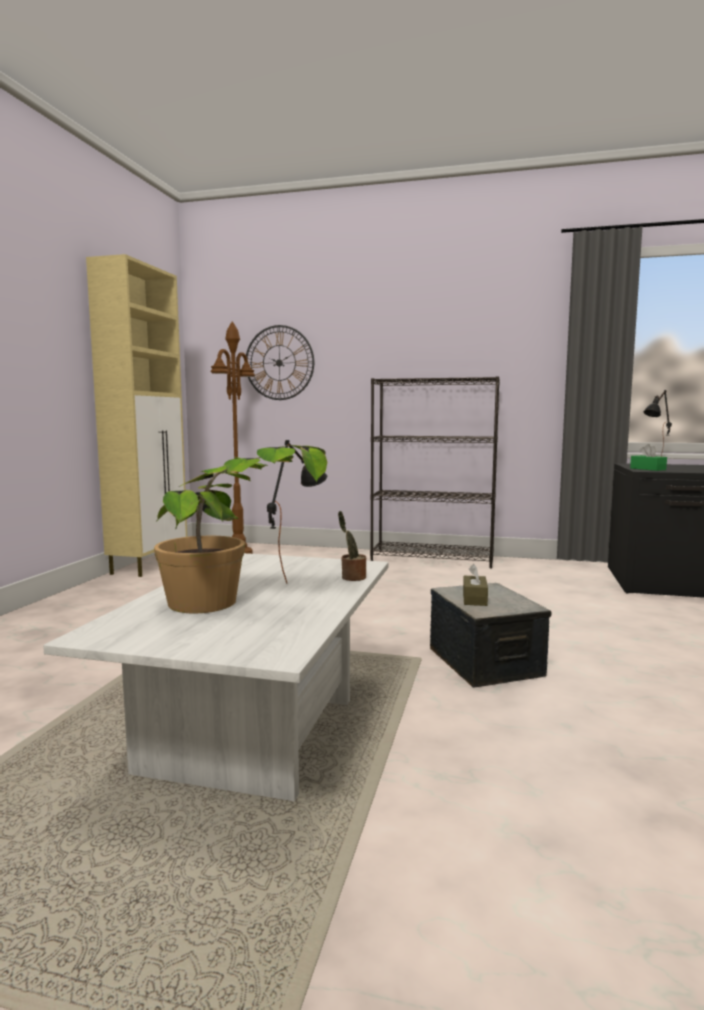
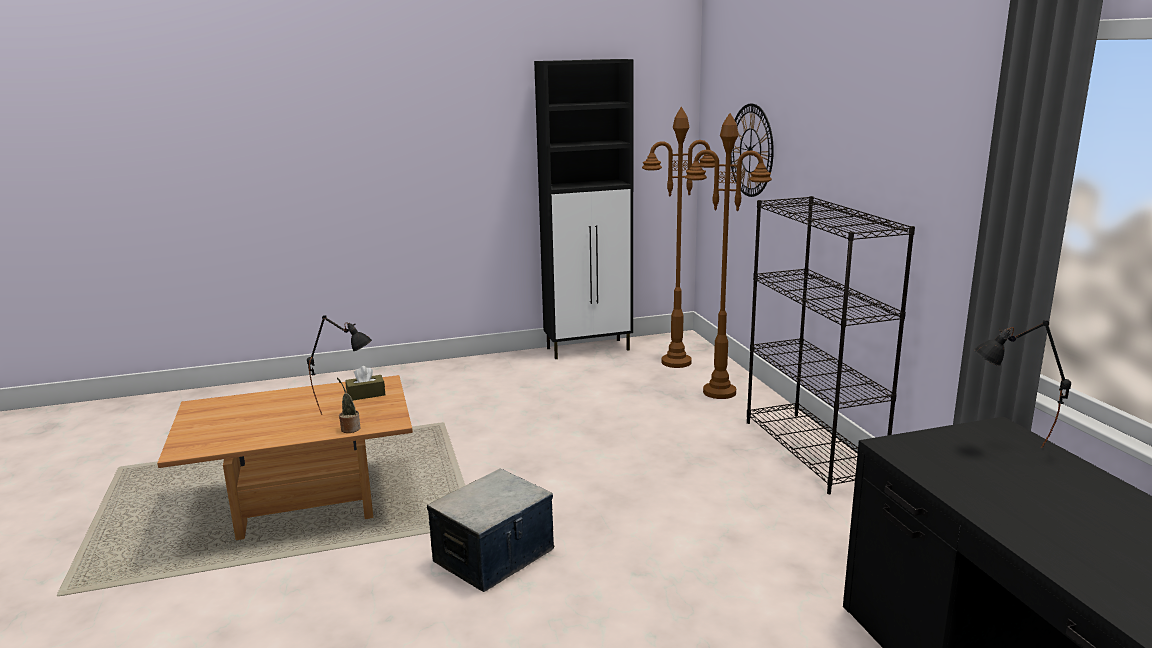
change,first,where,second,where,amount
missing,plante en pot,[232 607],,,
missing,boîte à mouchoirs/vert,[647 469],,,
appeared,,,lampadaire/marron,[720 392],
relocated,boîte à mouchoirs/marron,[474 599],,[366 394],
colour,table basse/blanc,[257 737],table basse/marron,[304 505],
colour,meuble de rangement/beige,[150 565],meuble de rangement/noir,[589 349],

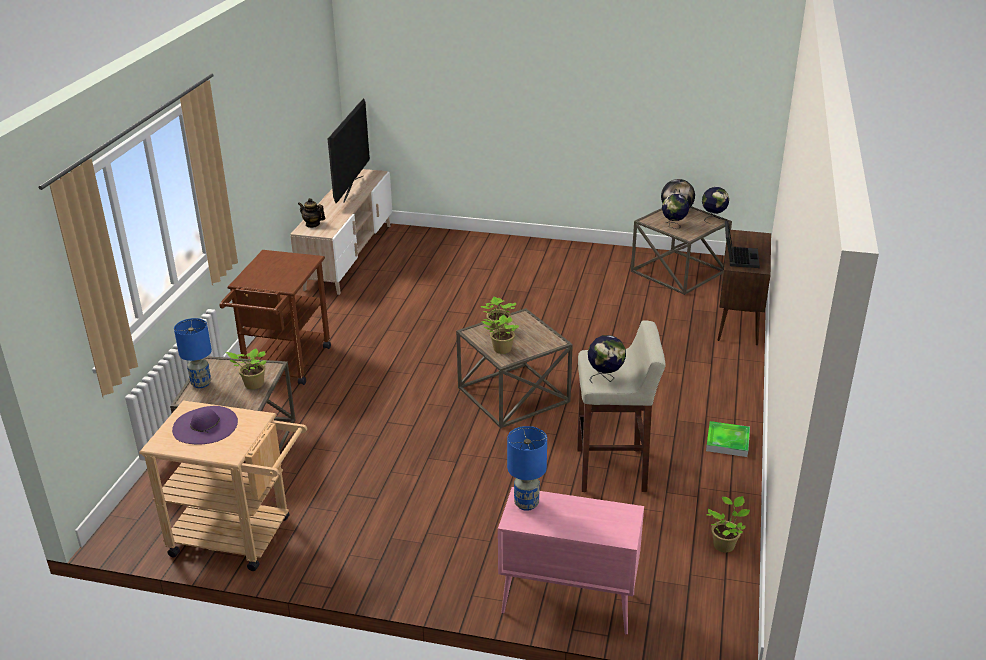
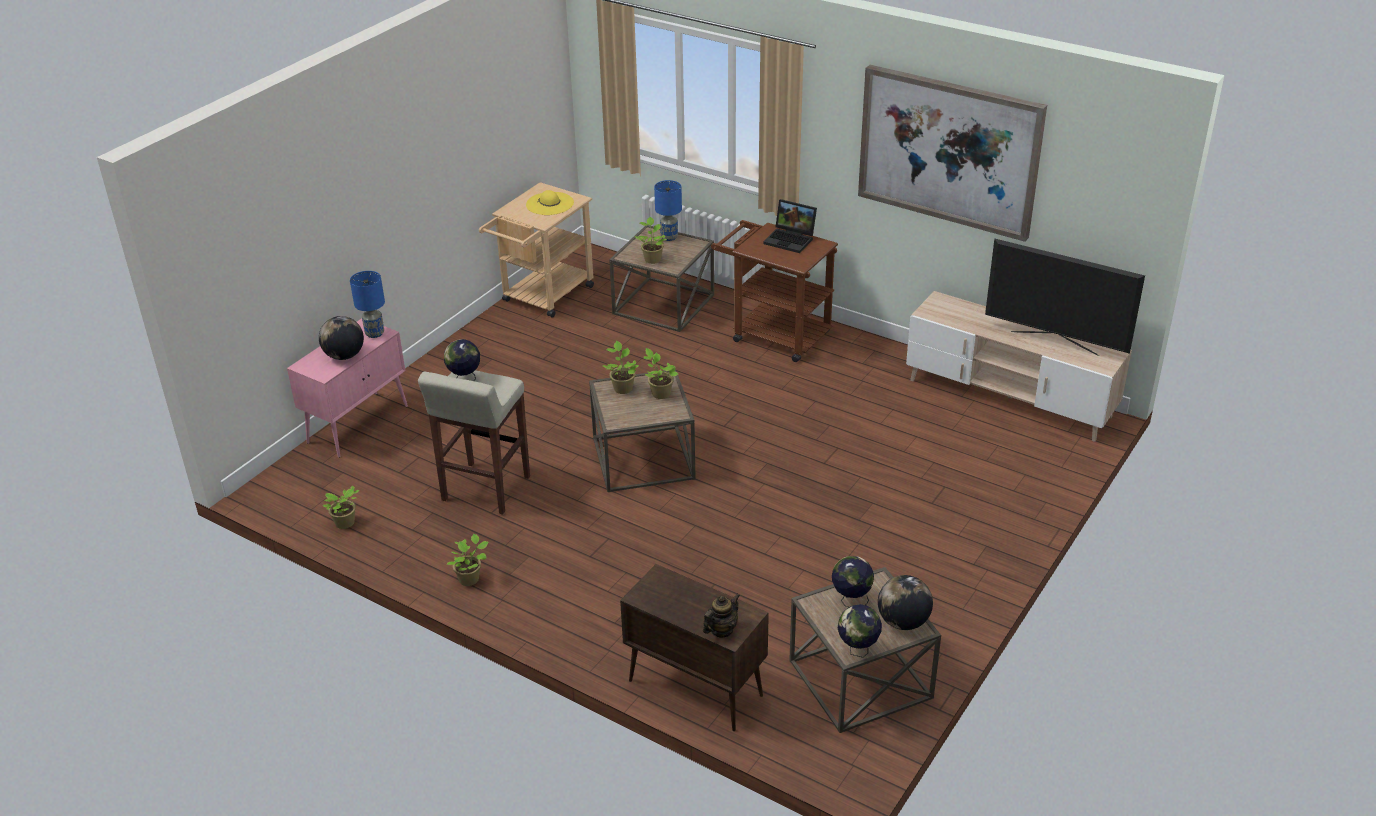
change,first,where,second,where,amount
appeared,,,globe,[344 356],
appeared,,,tableau,[949 151],
relocated,théière,[312 224],,[721 630],
relocated,ordinateur portable,[738 257],,[791 240],
exchanged,plateau,[727 442],plante en pot,[470 579],
colour,chapeau/violet,[205 425],chapeau/jaune,[550 203],

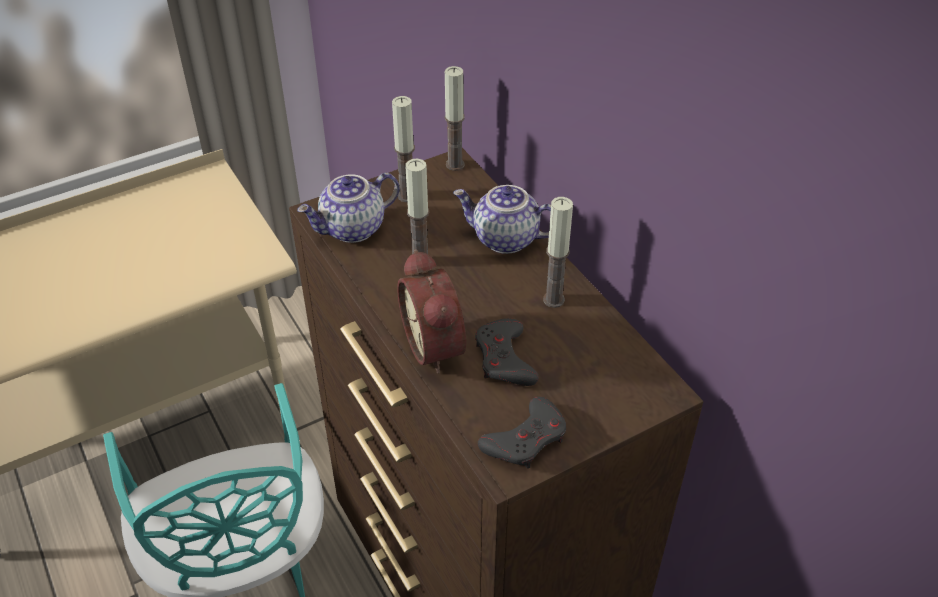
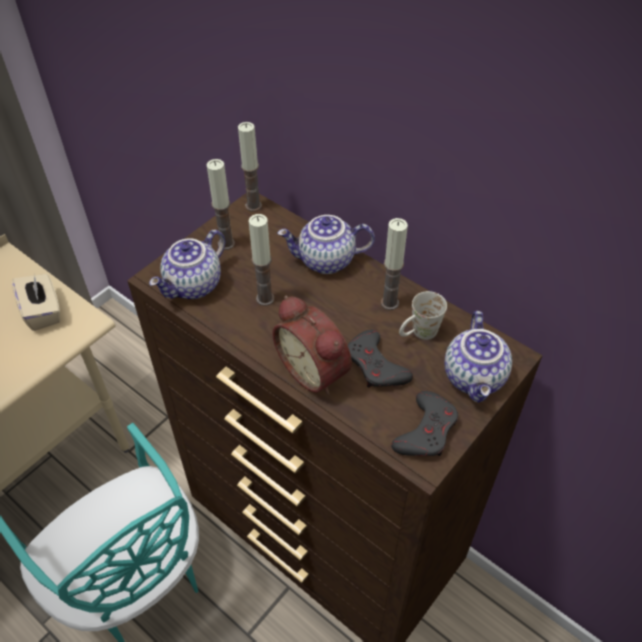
change,first,where,second,where,amount
appeared,,,boîte à mouchoirs/beige,[43 312],
appeared,,,mug/blanc,[418 334],
appeared,,,théière,[475 378],

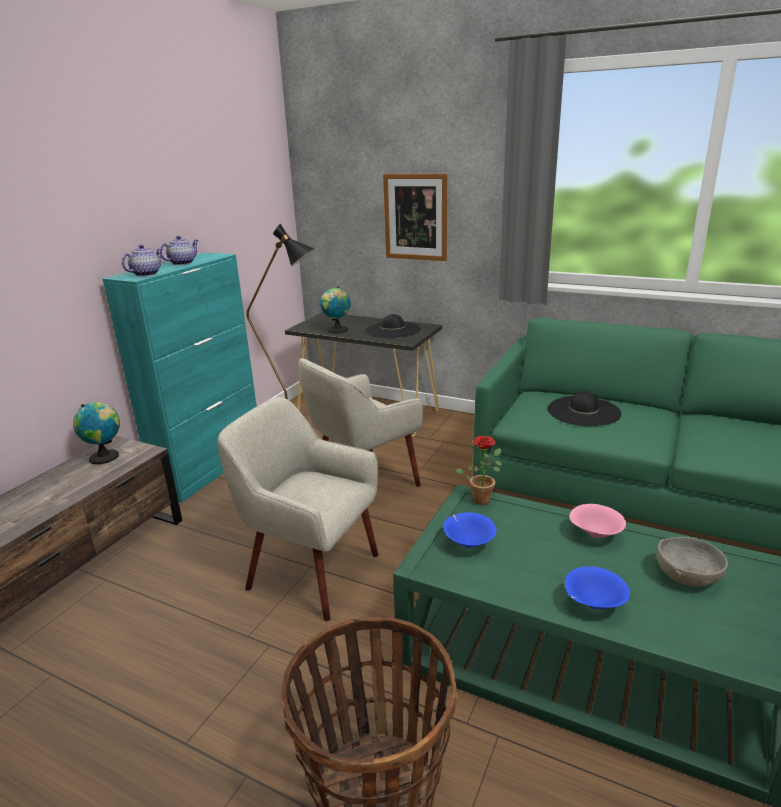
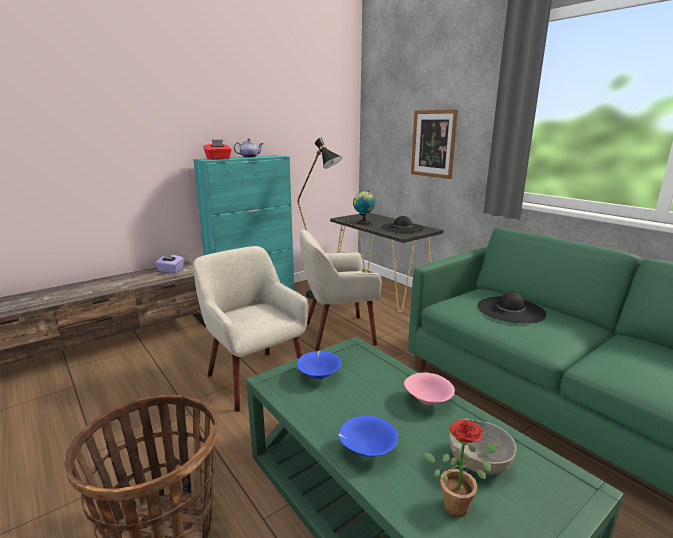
change,first,where,second,where,amount
relocated,plante en pot,[482 498],,[459 503],
exchanged,globe,[106 457],boîte à mouchoirs/violet,[170 270],
exchanged,théière,[146 274],boîte à mouchoirs/rouge,[218 159],

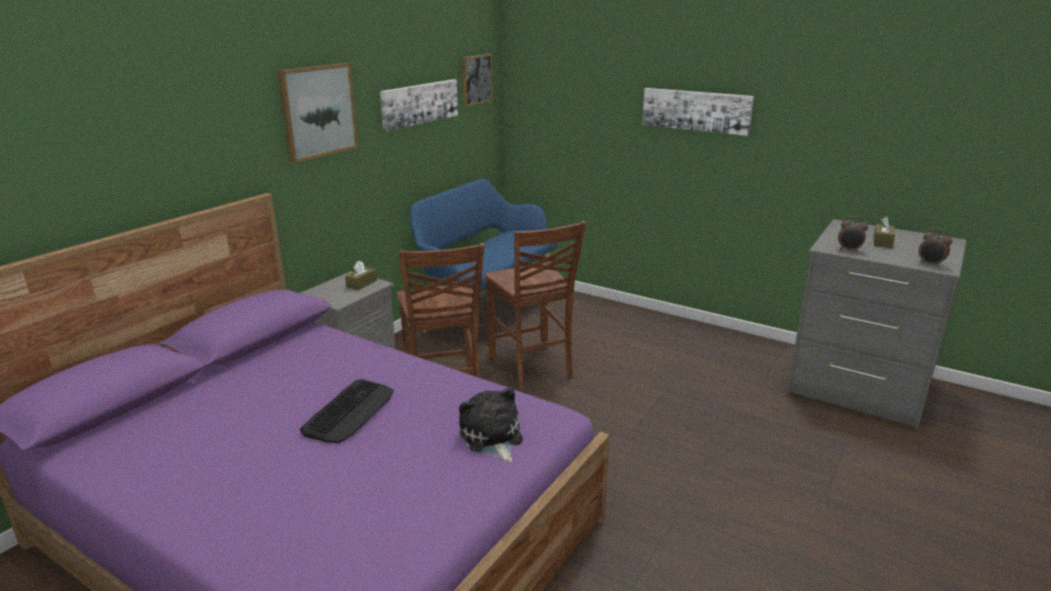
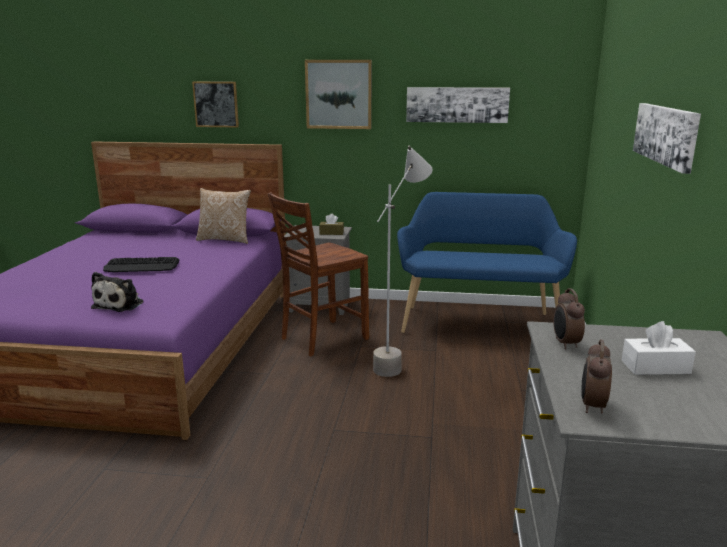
change,first,where,second,where,amount
appeared,,,coussin,[225 239],
relocated,tableau,[476 79],,[216 104],
exchanged,chaise/marron,[531 368],lampadaire/gris,[399 360],
colour,boîte à mouchoirs/marron,[882 242],boîte à mouchoirs/blanc,[655 367],
spun,peluche,[492 438],,[120 304],150 degrees clockwise

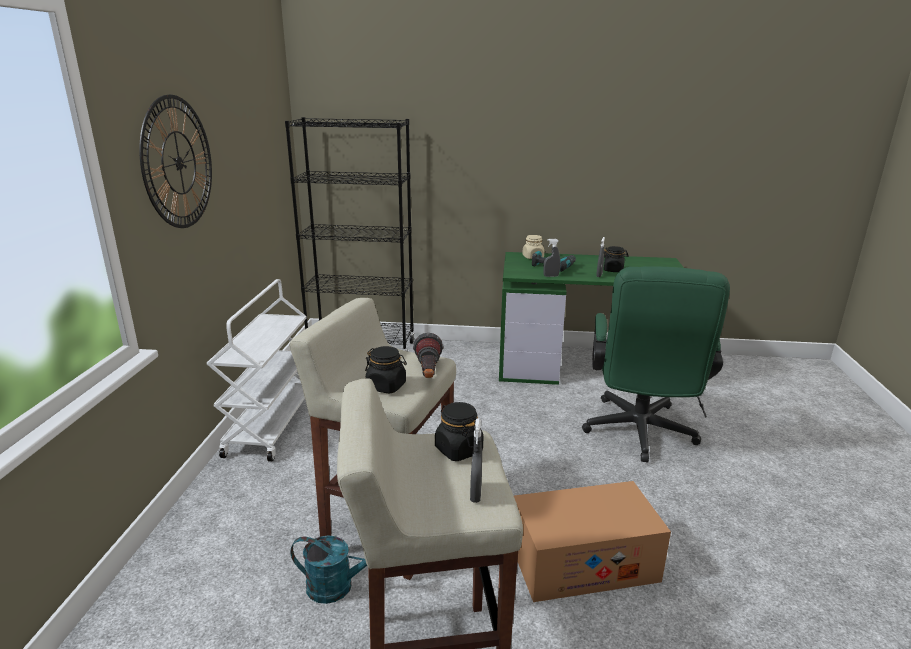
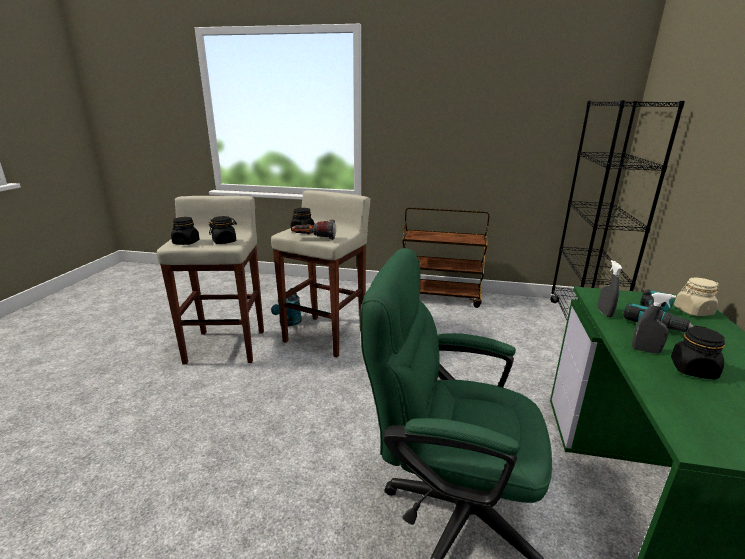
change,first,where,second,where,amount
missing,horloge murale,[178 163],,,
missing,carton,[583 562],,,
exchanged,vaporisateur/gris,[475 494],bocal/noir,[186 242],
colour,chariot/blanc,[271 424],chariot/marron,[440 297],

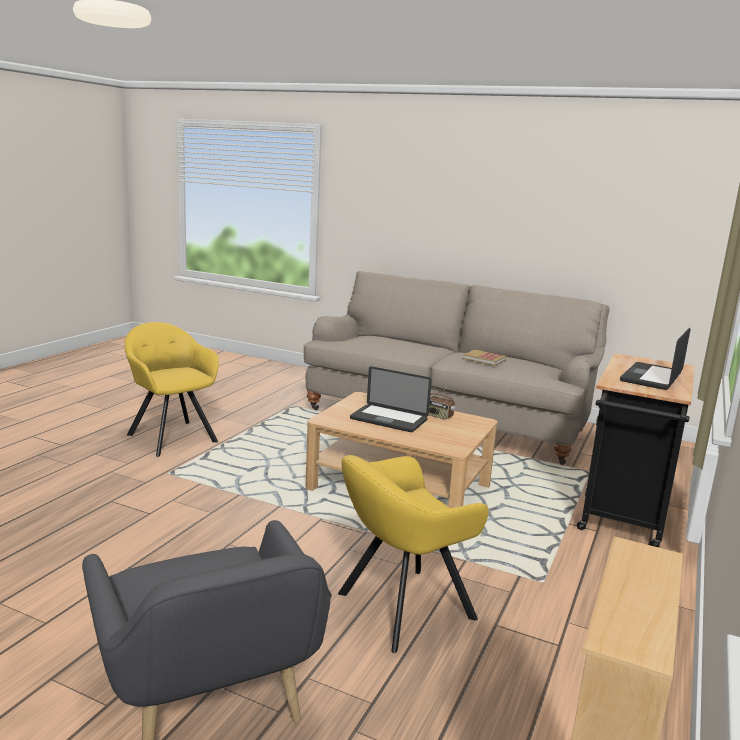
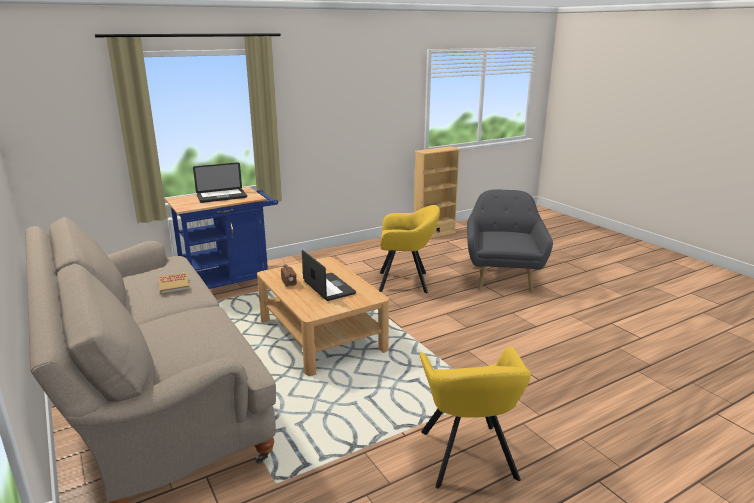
change,first,where,second,where,amount
colour,chariot/noir,[624 517],chariot/bleu,[231 284],

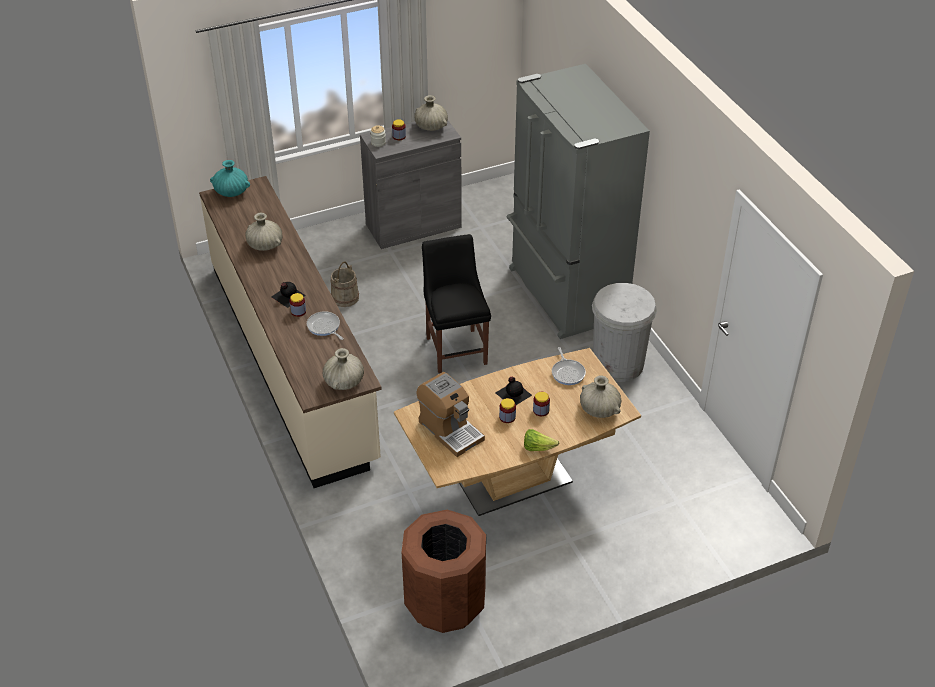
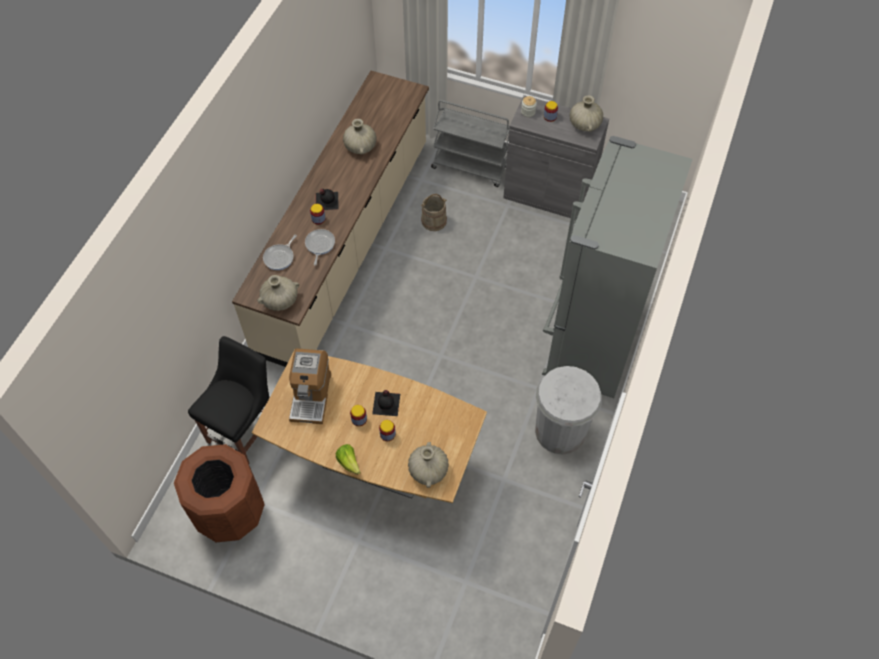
change,first,where,second,where,amount
missing,vase/turquoise,[231 192],,,
appeared,,,chariot/gris,[471 167],
relocated,chaise/noir,[456 348],,[245 430],
relocated,poêle,[568 372],,[280 257],

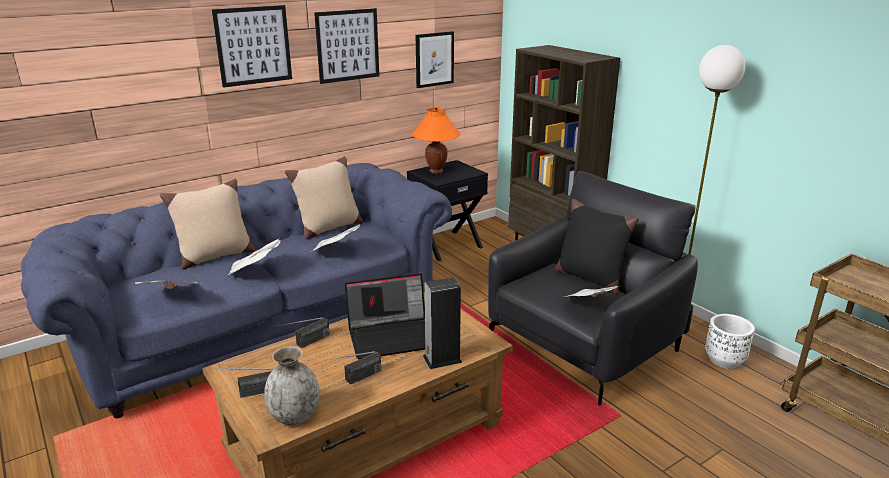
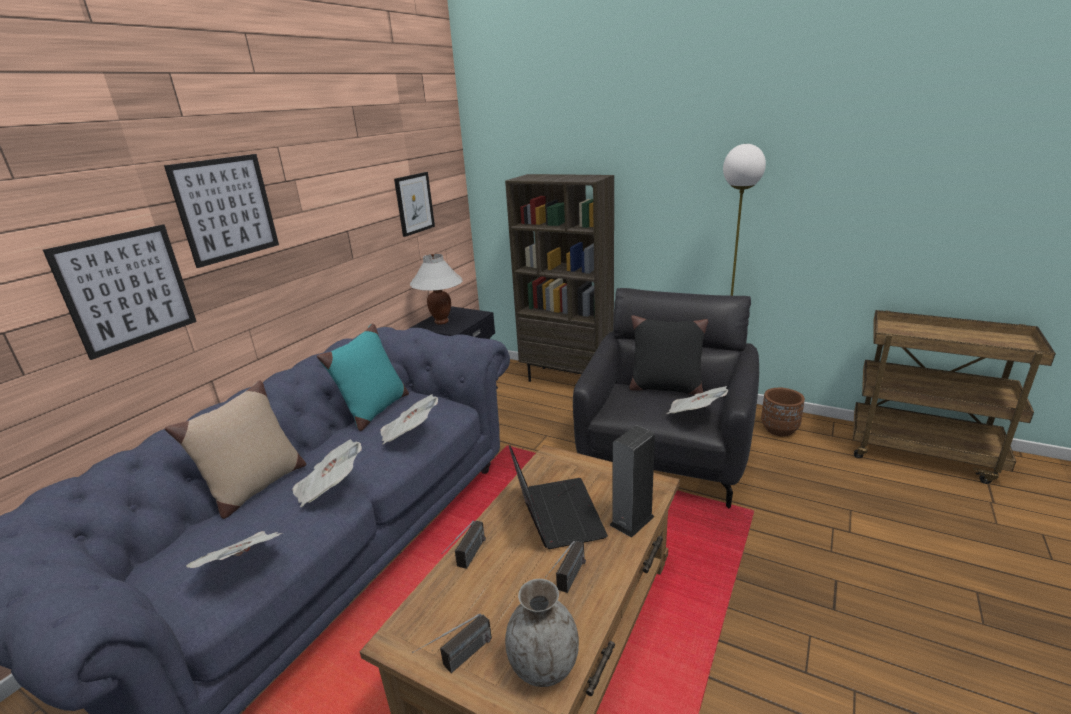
change,first,where,second,where,amount
relocated,tableau,[347 45],,[127 289],
colour,coussin/beige,[328 228],coussin/turquoise,[374 411],
colour,lampe de table/orange,[436 172],lampe de table/blanc,[441 322],
colour,cache-pot/blanc,[724 360],cache-pot/marron,[779 429],
spun,ordinateur portable,[392 336],,[555 513],60 degrees counterclockwise

